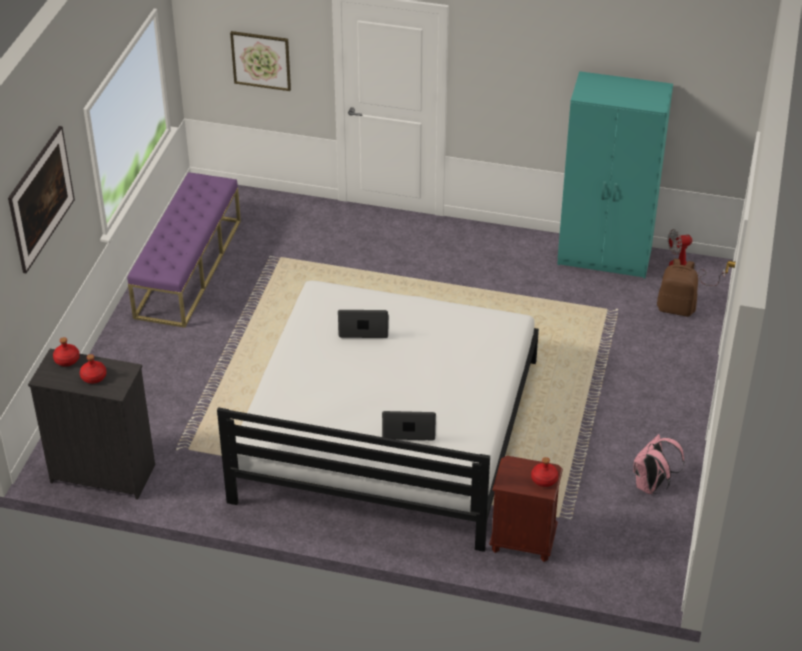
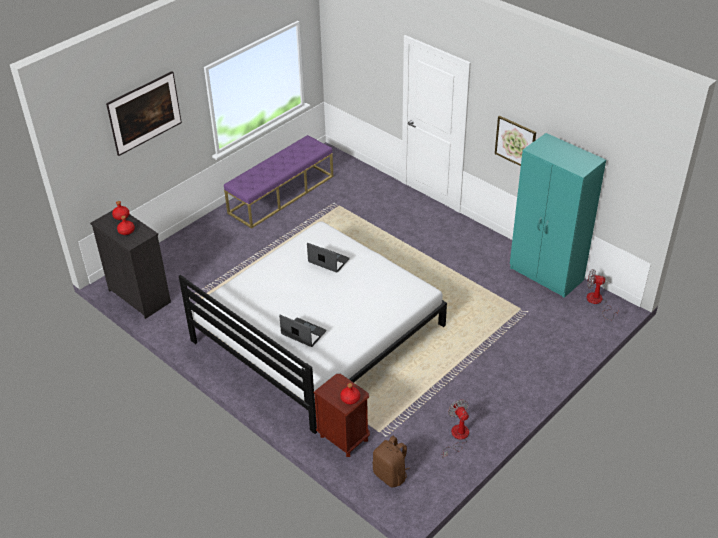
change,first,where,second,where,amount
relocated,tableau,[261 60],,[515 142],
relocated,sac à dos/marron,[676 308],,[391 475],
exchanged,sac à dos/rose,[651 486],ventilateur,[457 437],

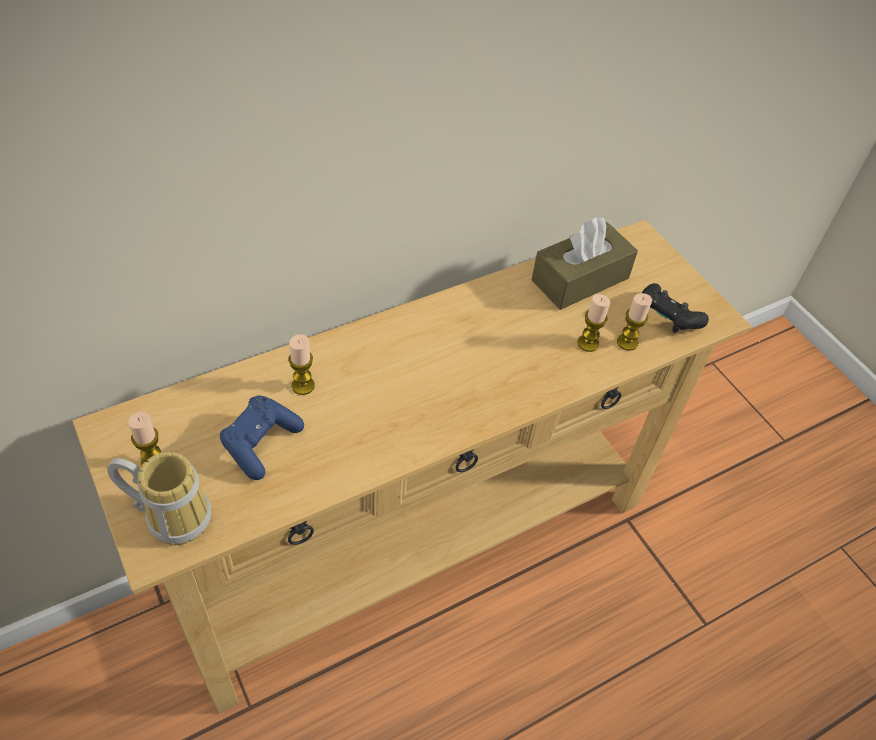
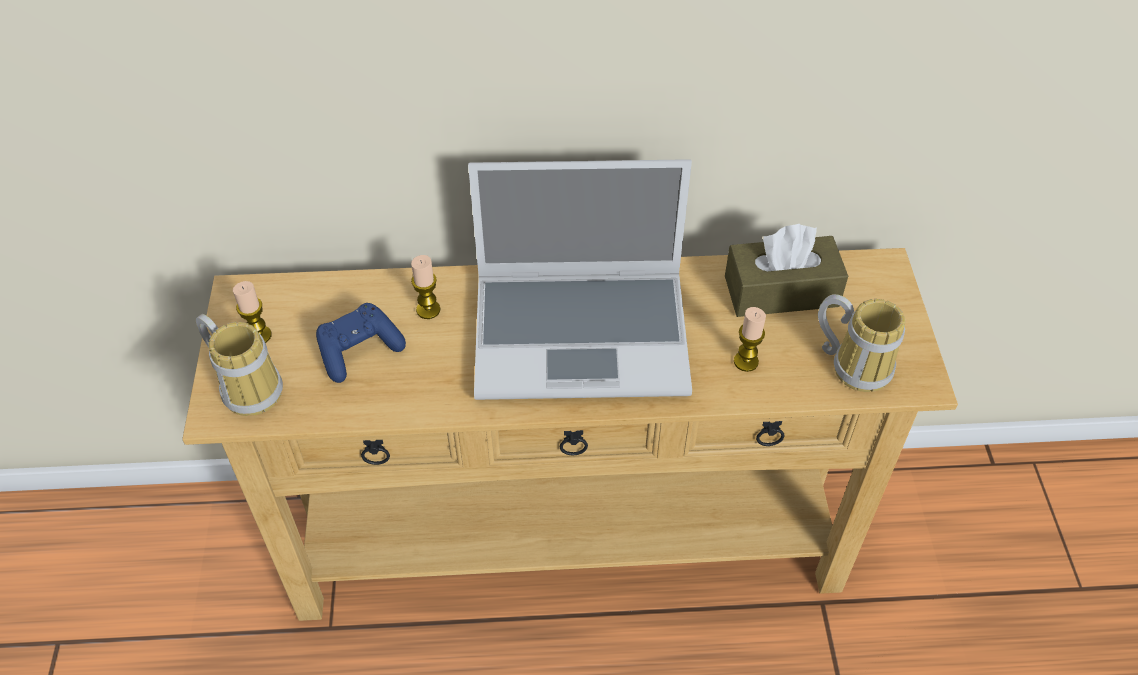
change,first,where,second,where,amount
missing,bougie,[627 342],,,
appeared,,,ordinateur portable,[584 334],
exchanged,manette/noir,[666 319],mug,[854 364],

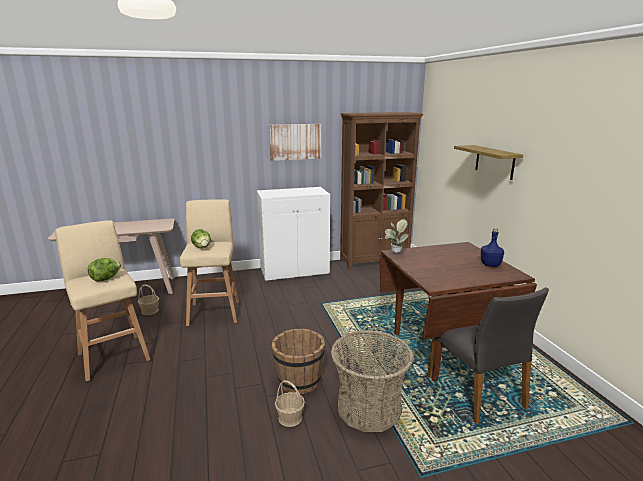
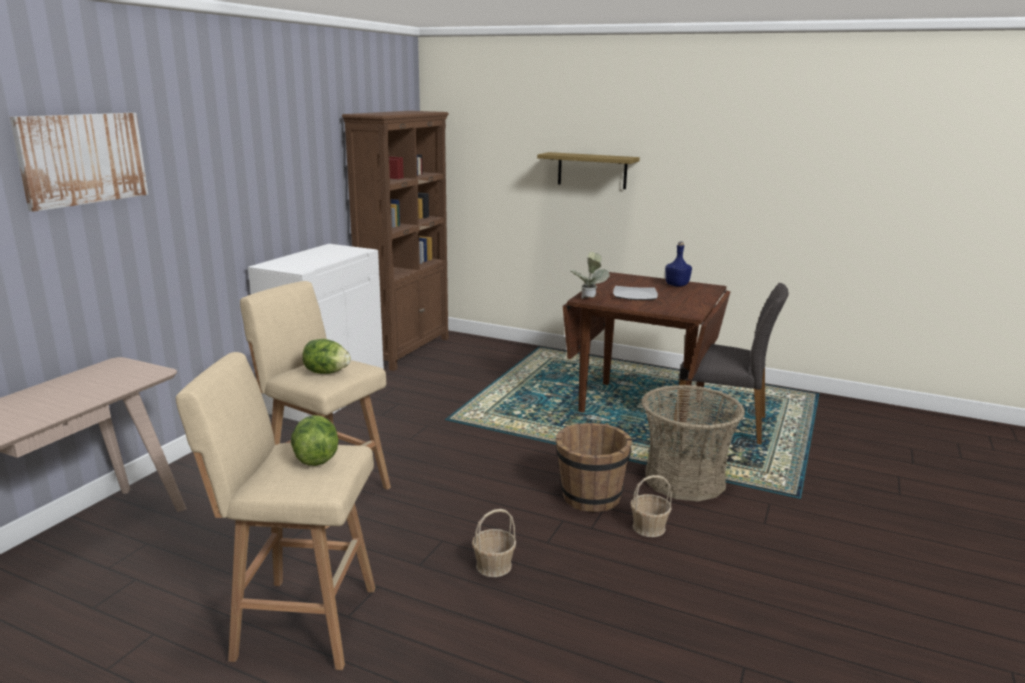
change,first,where,second,where,amount
appeared,,,assiette,[635 295],
relocated,panier,[150 311],,[493 565],
relocated,tableau,[295 141],,[82 159],

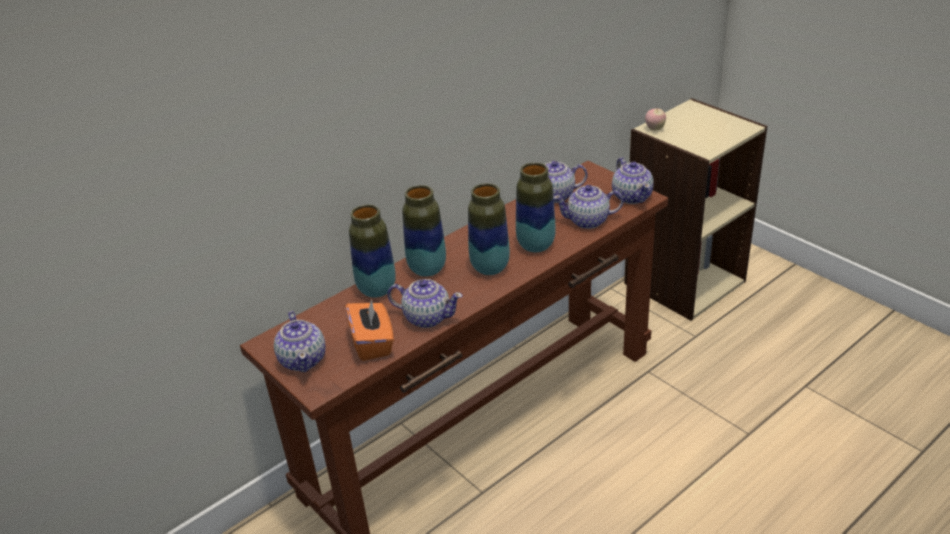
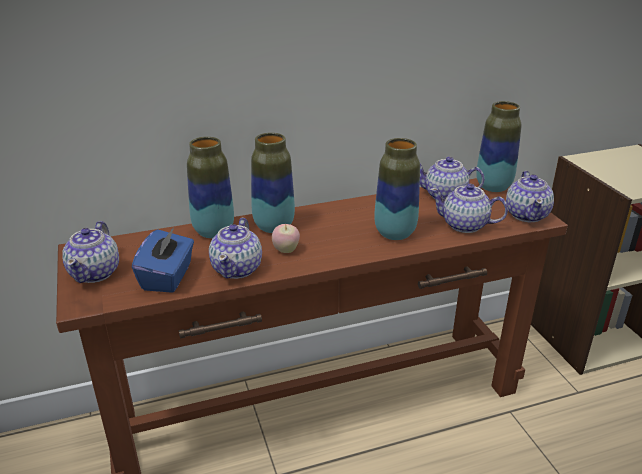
change,first,where,second,where,amount
relocated,vase,[490 268],,[493 187],
relocated,pomme,[654 129],,[286 250],
colour,boîte à mouchoirs/orange,[372 343],boîte à mouchoirs/bleu,[168 277],
spun,théière,[427 317],,[237 268],60 degrees clockwise

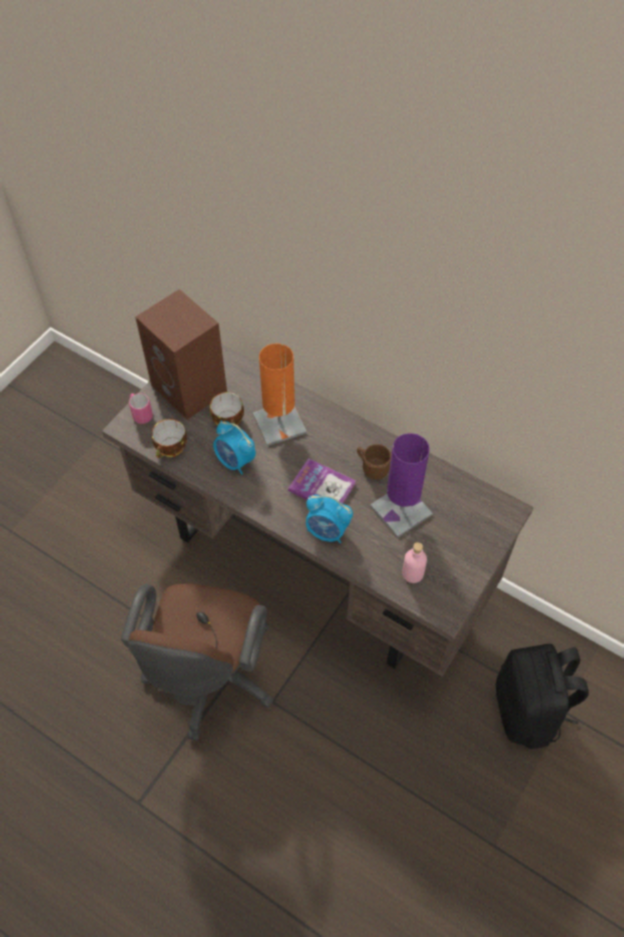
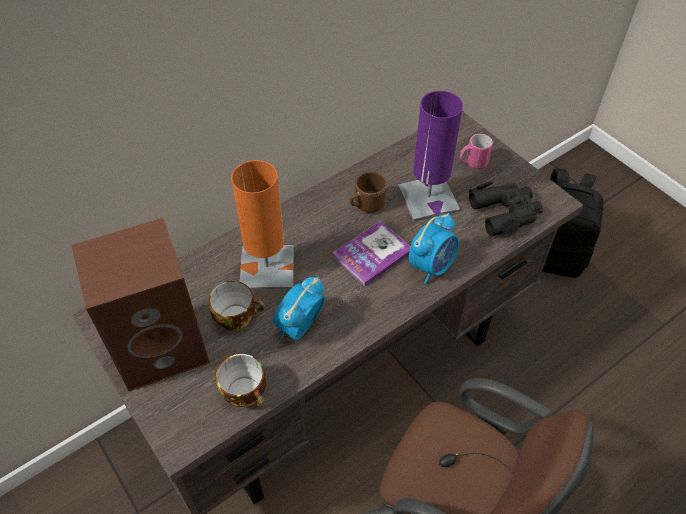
change,first,where,second,where,amount
relocated,mug/rose,[140 414],,[472 163],
exchanged,bouteille/rose,[412 573],jumelles/noir,[505 212],
spun,réveil,[235 461],,[299 327],150 degrees clockwise

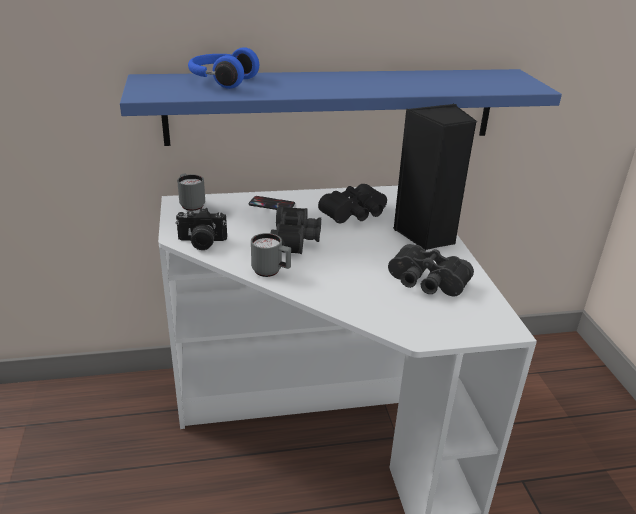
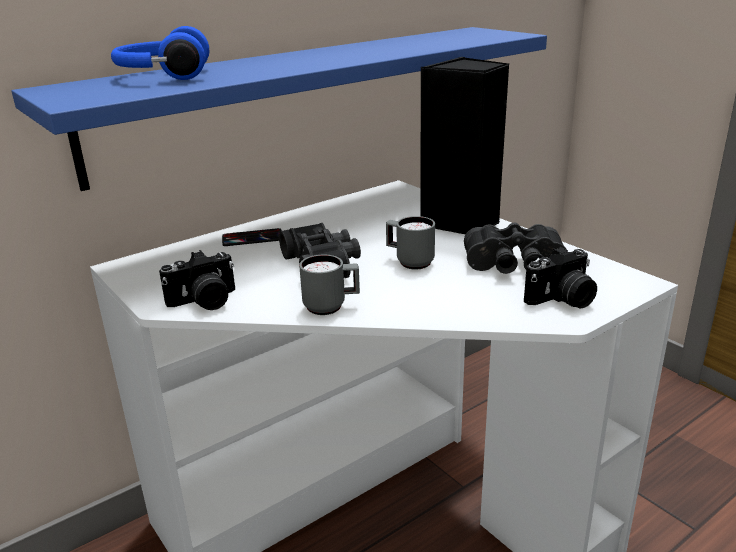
change,first,where,second,where,amount
missing,jumelles/noir,[356 214],,,
appeared,,,appareil photo,[562 300],
relocated,mug/gris,[191 204],,[409 262],

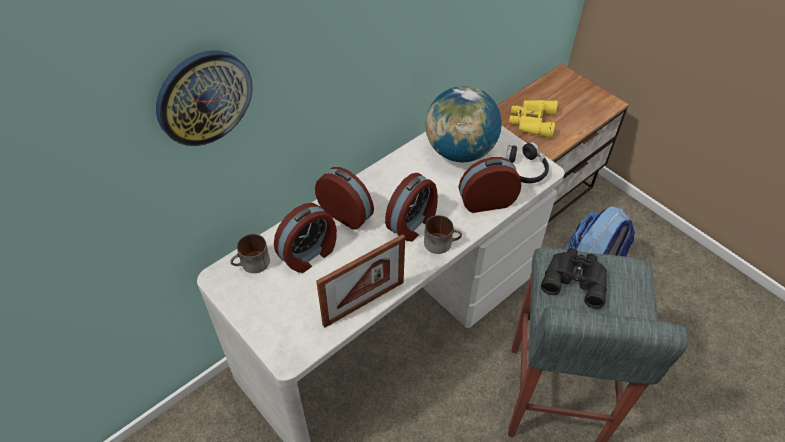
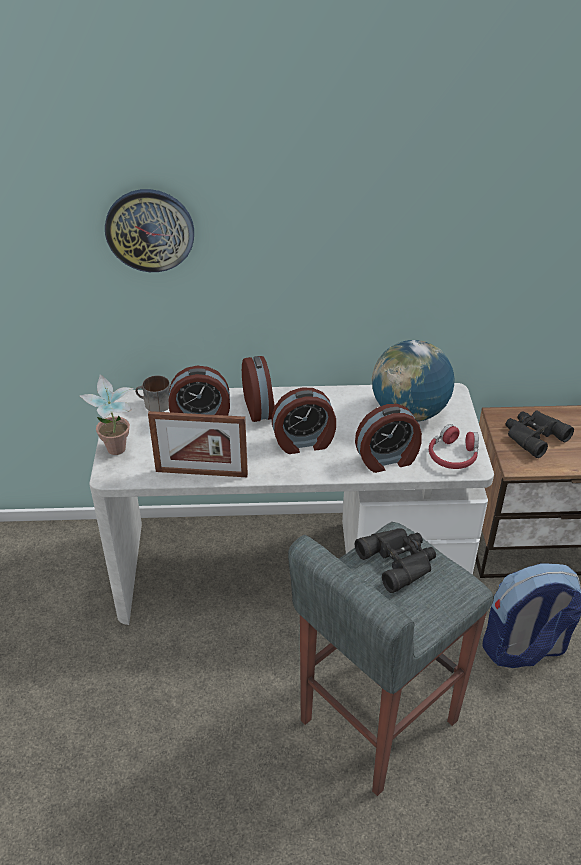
change,first,where,second,where,amount
missing,mug,[441 242],,,
appeared,,,plante en pot,[118 453],
colour,casque audio/noir,[524 169],casque audio/rouge,[453 455],
colour,jumelles/jaune,[531 121],jumelles/noir,[532 436],
spun,réveil,[486 200],,[387 459],135 degrees clockwise

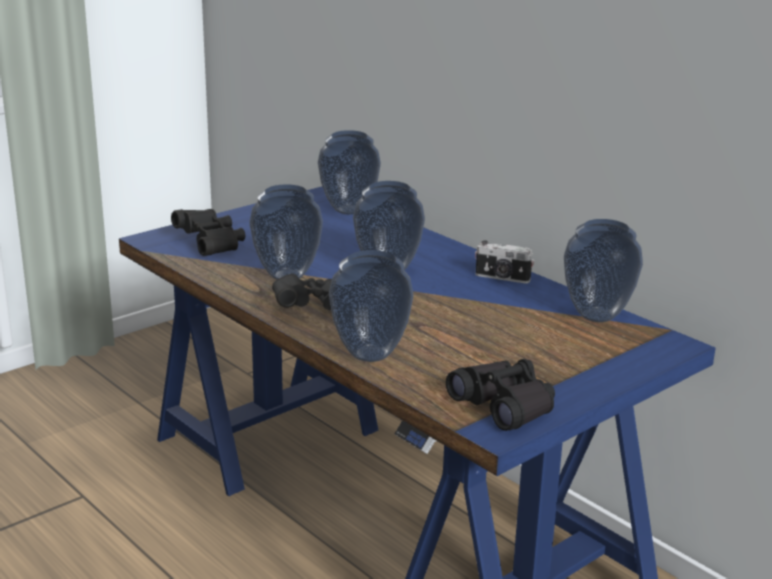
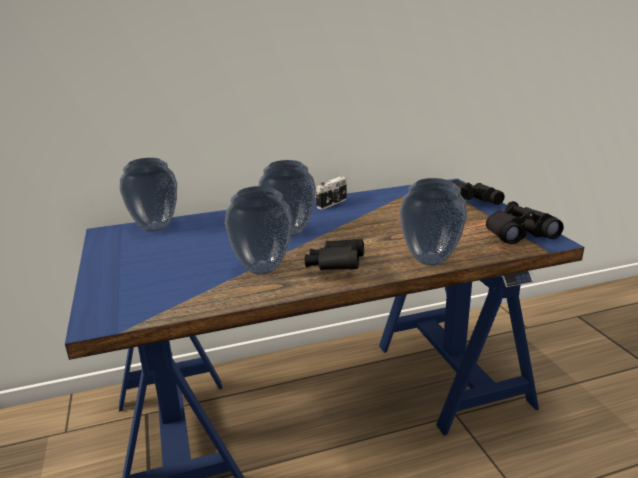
change,first,where,second,where,amount
missing,vase,[597 315],,,
relocated,jumelles/noir,[211 244],,[469 203],

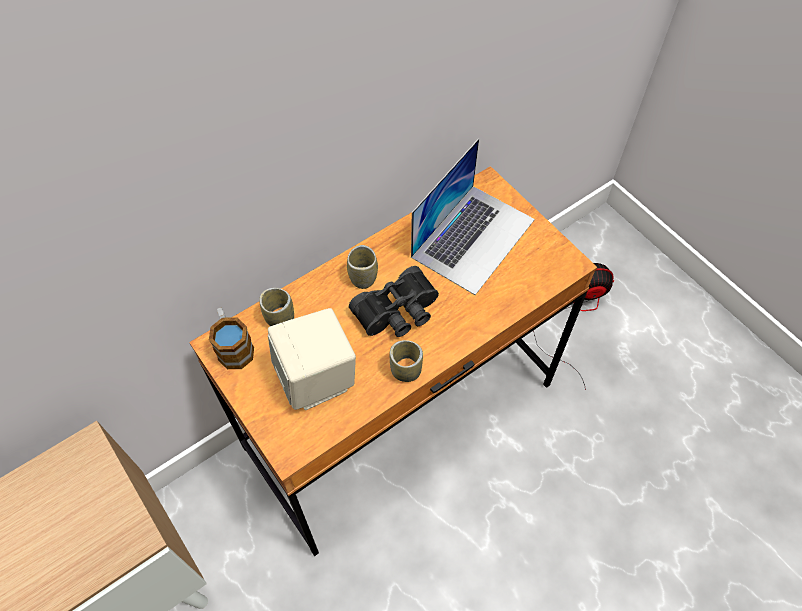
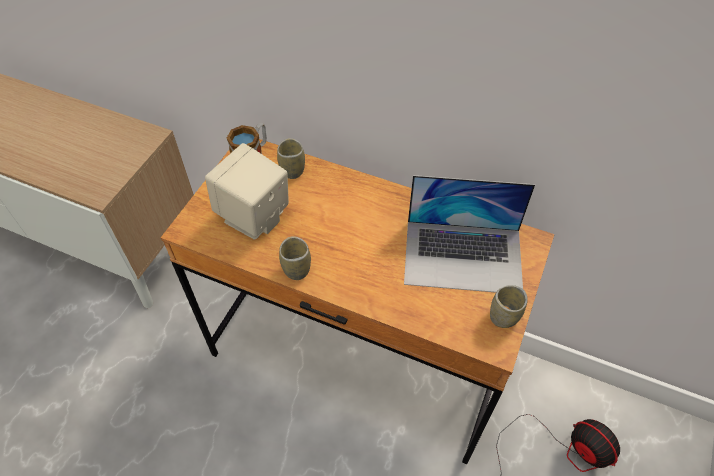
change,first,where,second,where,amount
missing,jumelles/noir,[398 313],,,
relocated,tasse,[363 278],,[503 317],

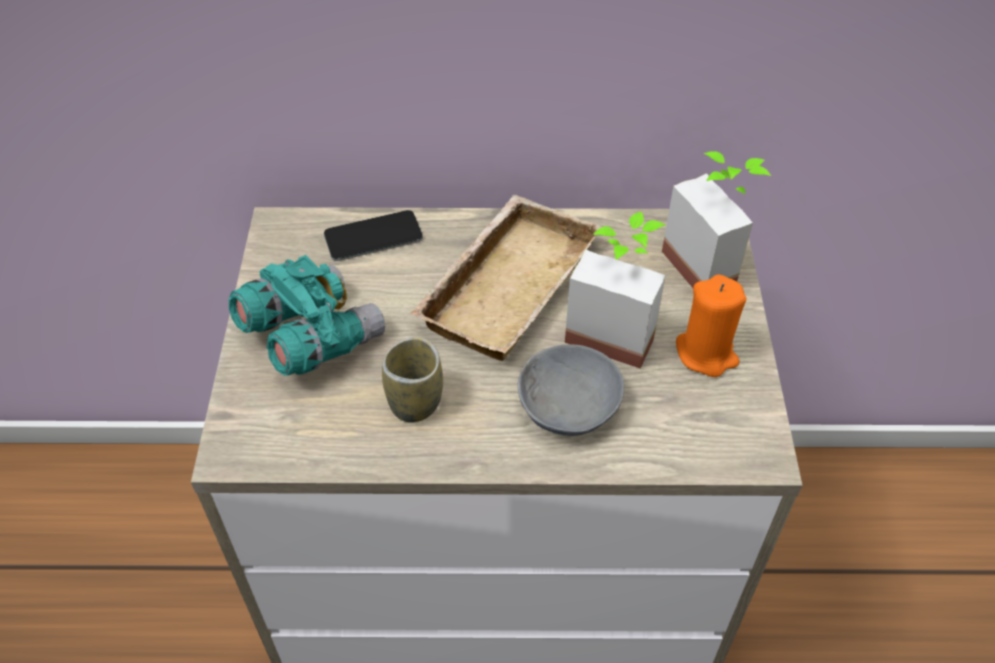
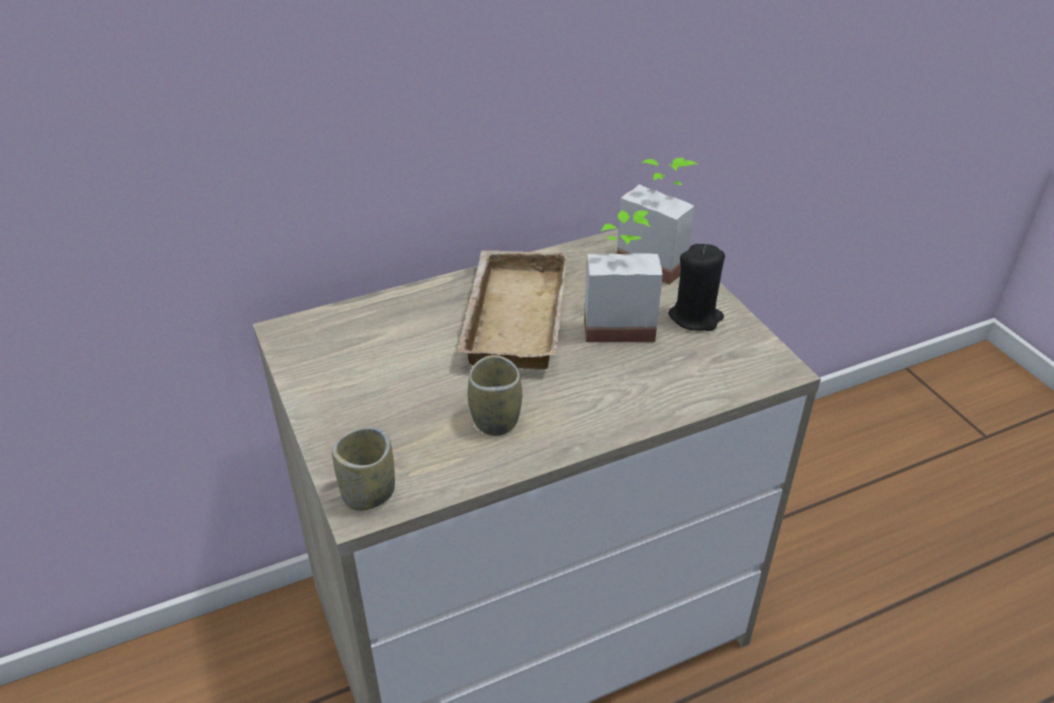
change,first,where,second,where,amount
missing,jumelles/turquoise,[310 336],,,
missing,téléphone,[373 236],,,
missing,bol/gris,[570 408],,,
appeared,,,tasse,[368 493],
colour,bougie/orange,[706 353],bougie/noir,[695 317],

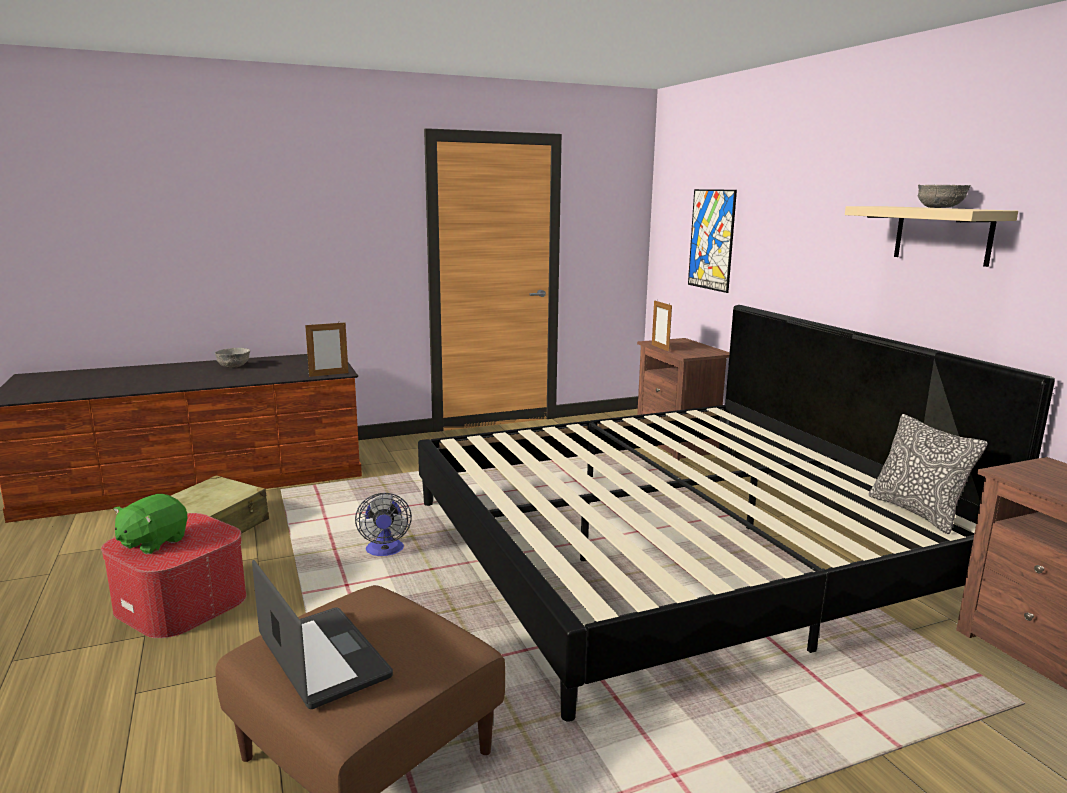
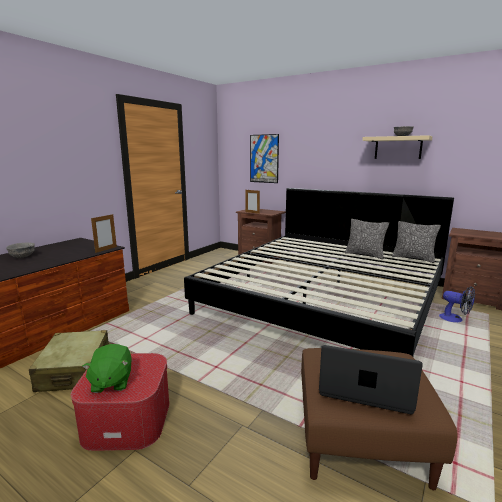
change,first,where,second,where,amount
appeared,,,coussin,[365 255],
relocated,ventilateur,[385 552],,[455 319],

